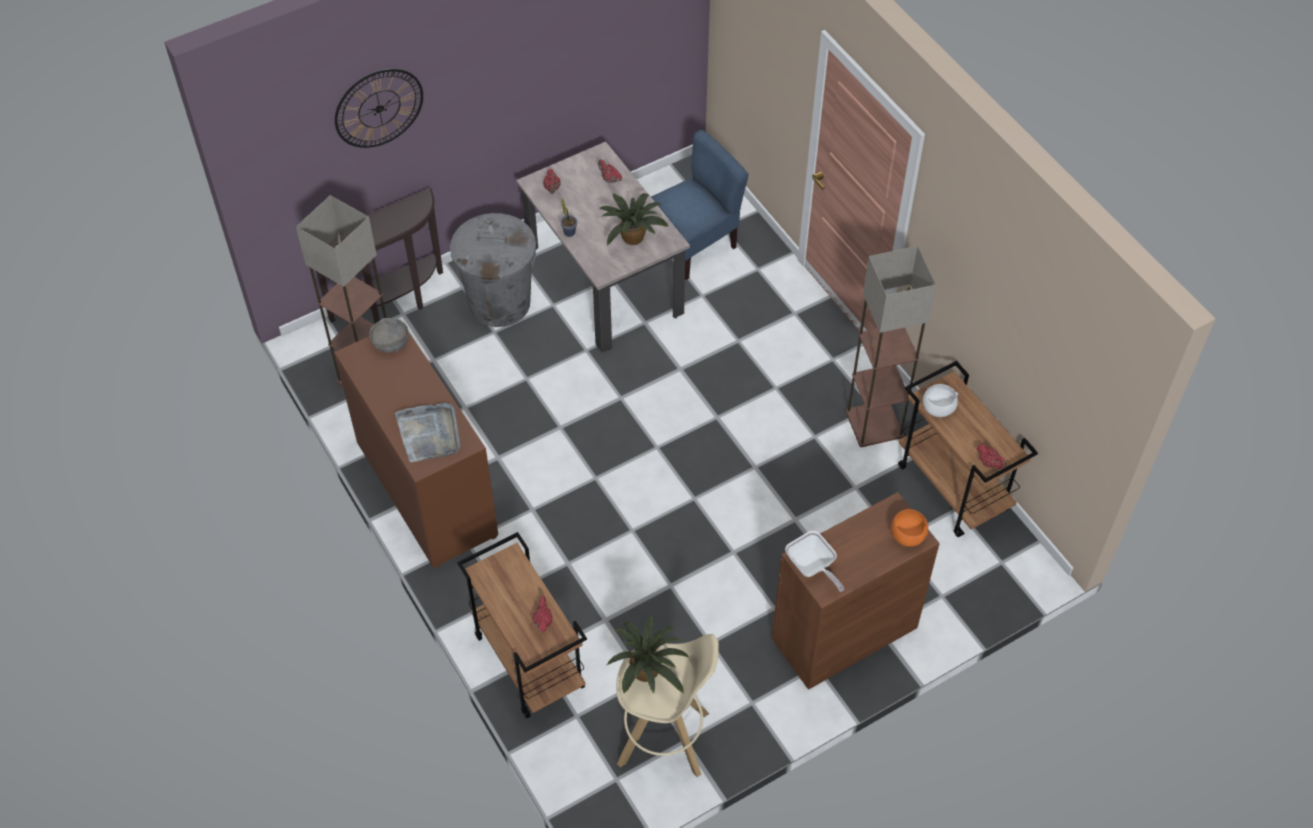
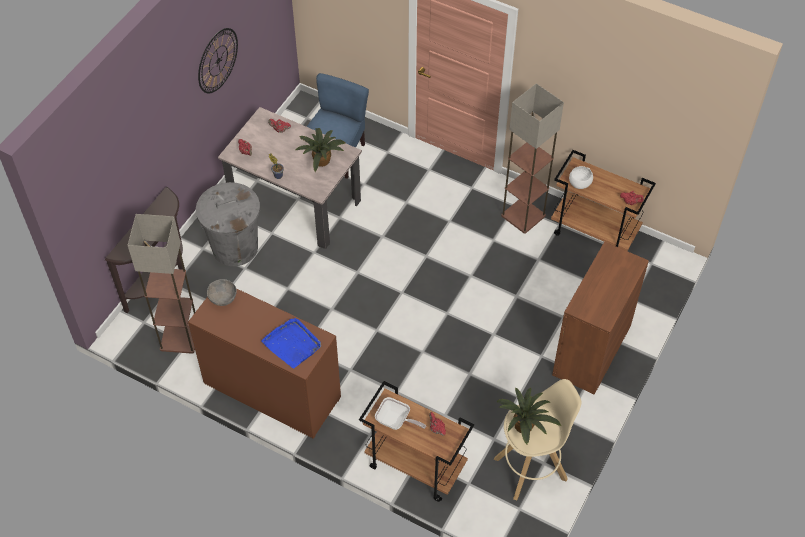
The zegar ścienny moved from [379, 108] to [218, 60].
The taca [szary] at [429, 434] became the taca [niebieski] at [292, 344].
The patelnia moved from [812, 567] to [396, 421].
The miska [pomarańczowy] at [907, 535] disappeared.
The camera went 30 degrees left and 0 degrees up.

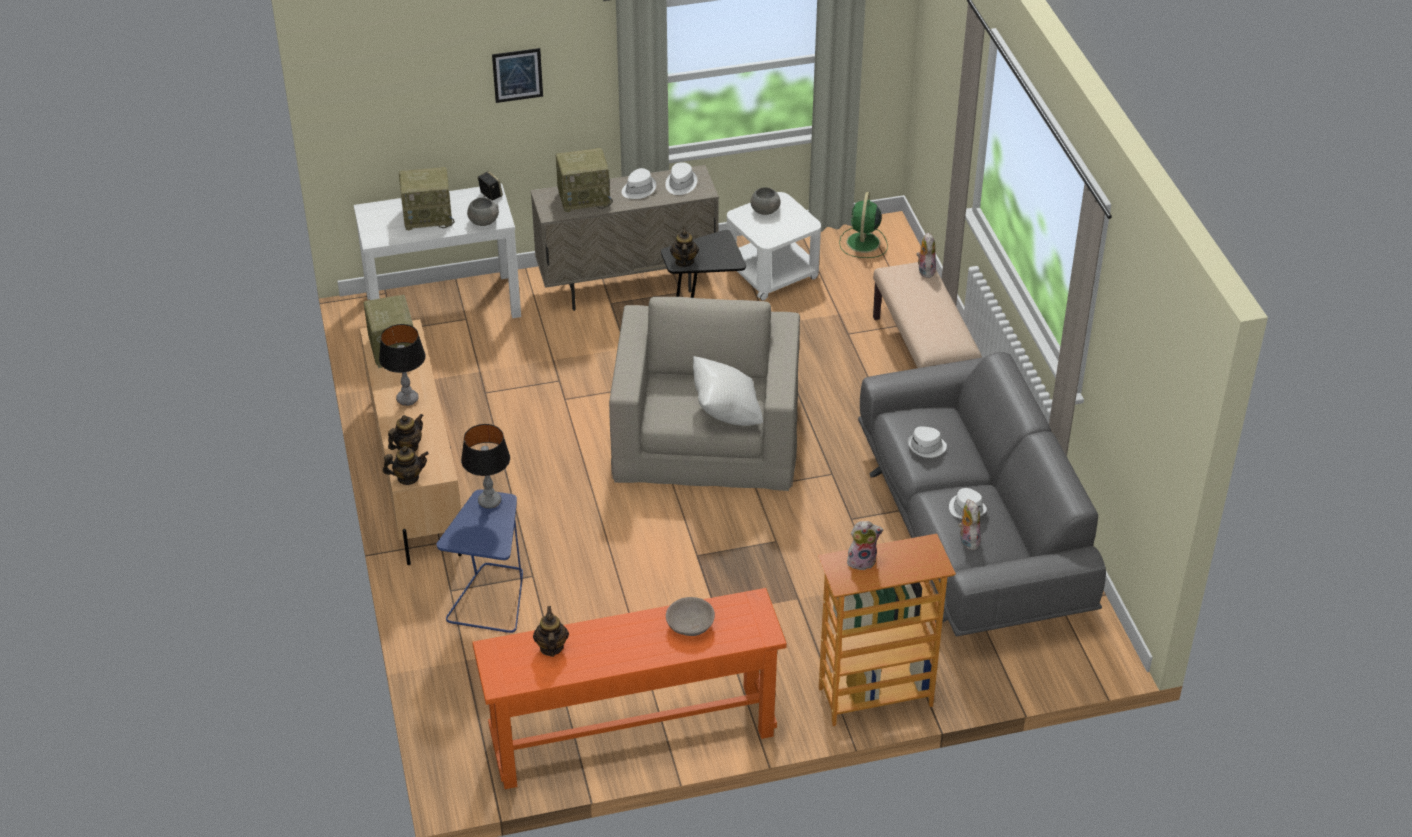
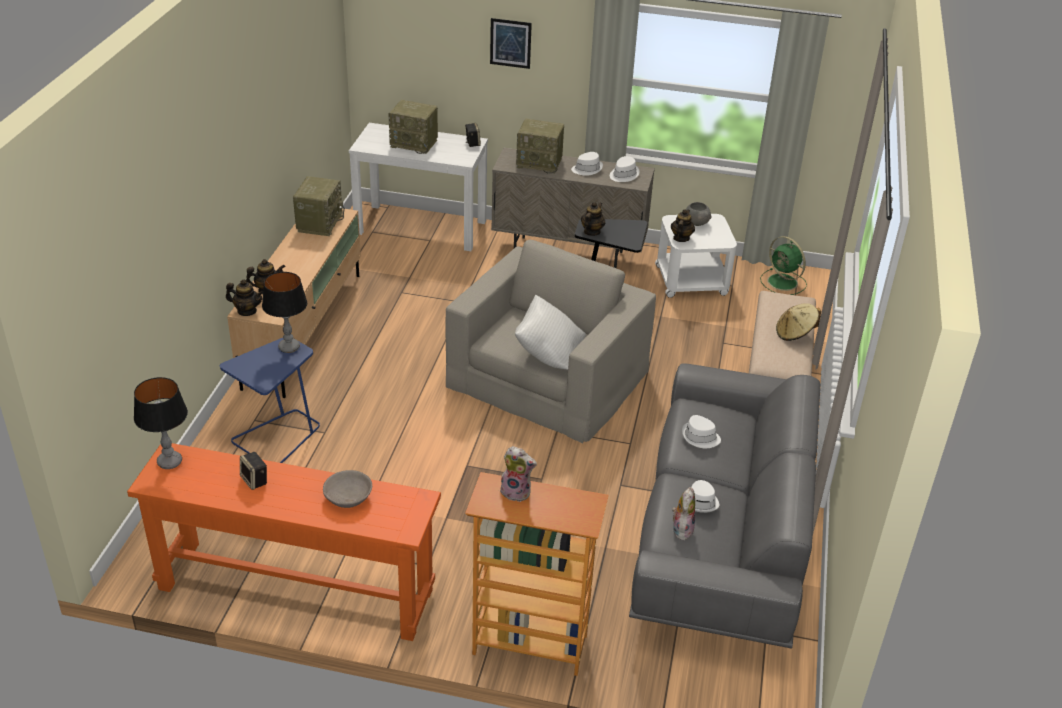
The lampa stołowa moved from [407, 399] to [169, 462].
The miska [szary] at [483, 221] disappeared.
The imbryk moved from [551, 647] to [681, 238].
The wentylator [zielony] at [863, 243] turned 75 degrees counterclockwise.
The pluszak at [925, 270] disappeared.
The głośnik at [255, 480] appeared.
The kapelusz [beżowy] at [795, 333] appeared.
The camera went 25 degrees right and 5 degrees down.

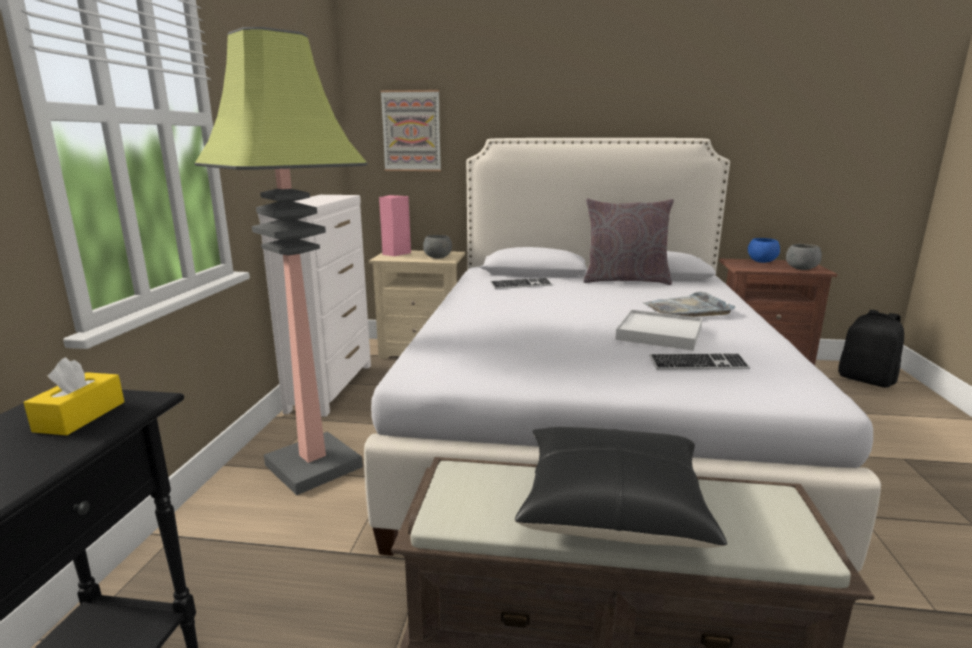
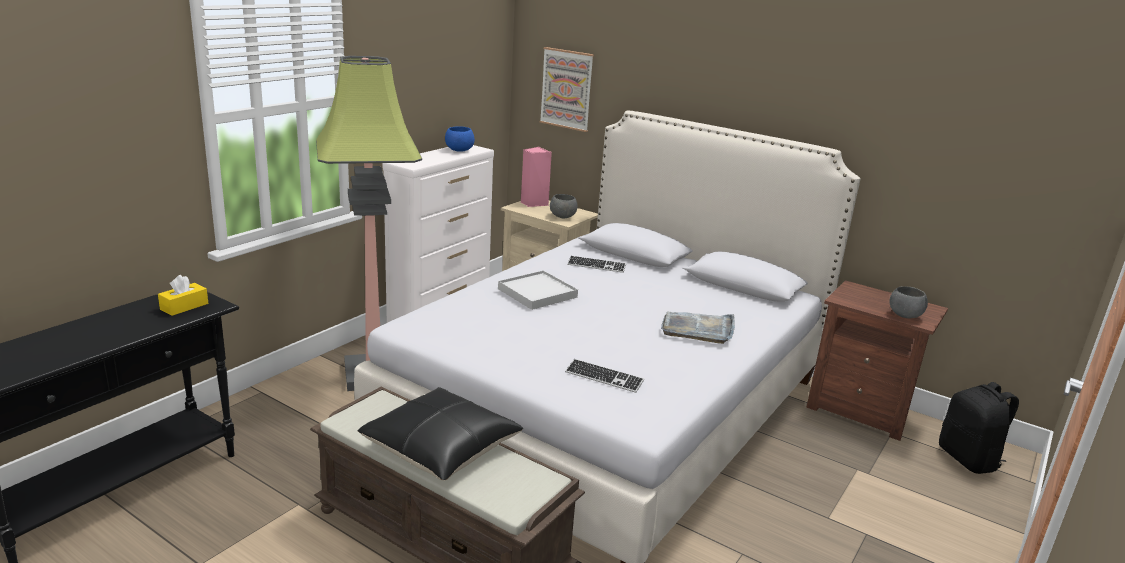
The poduszka [szary] at [625, 280] disappeared.
The taca [biały] moved from [659, 333] to [537, 293].
The miska [niebieski] moved from [761, 262] to [459, 150].
The camera went 25 degrees right and 5 degrees up.

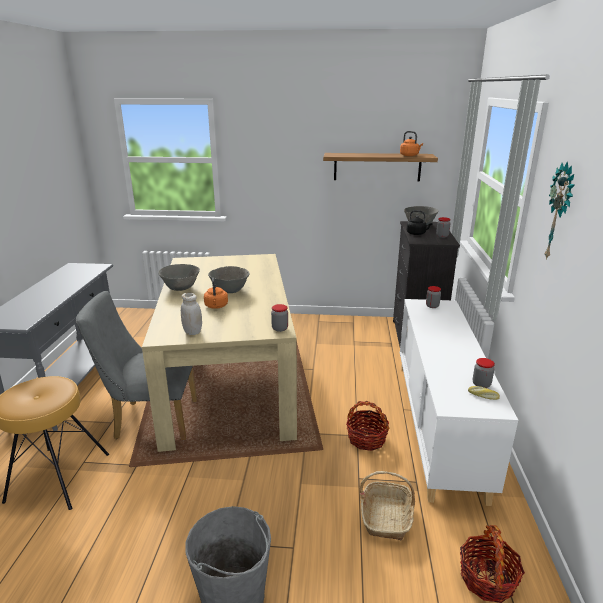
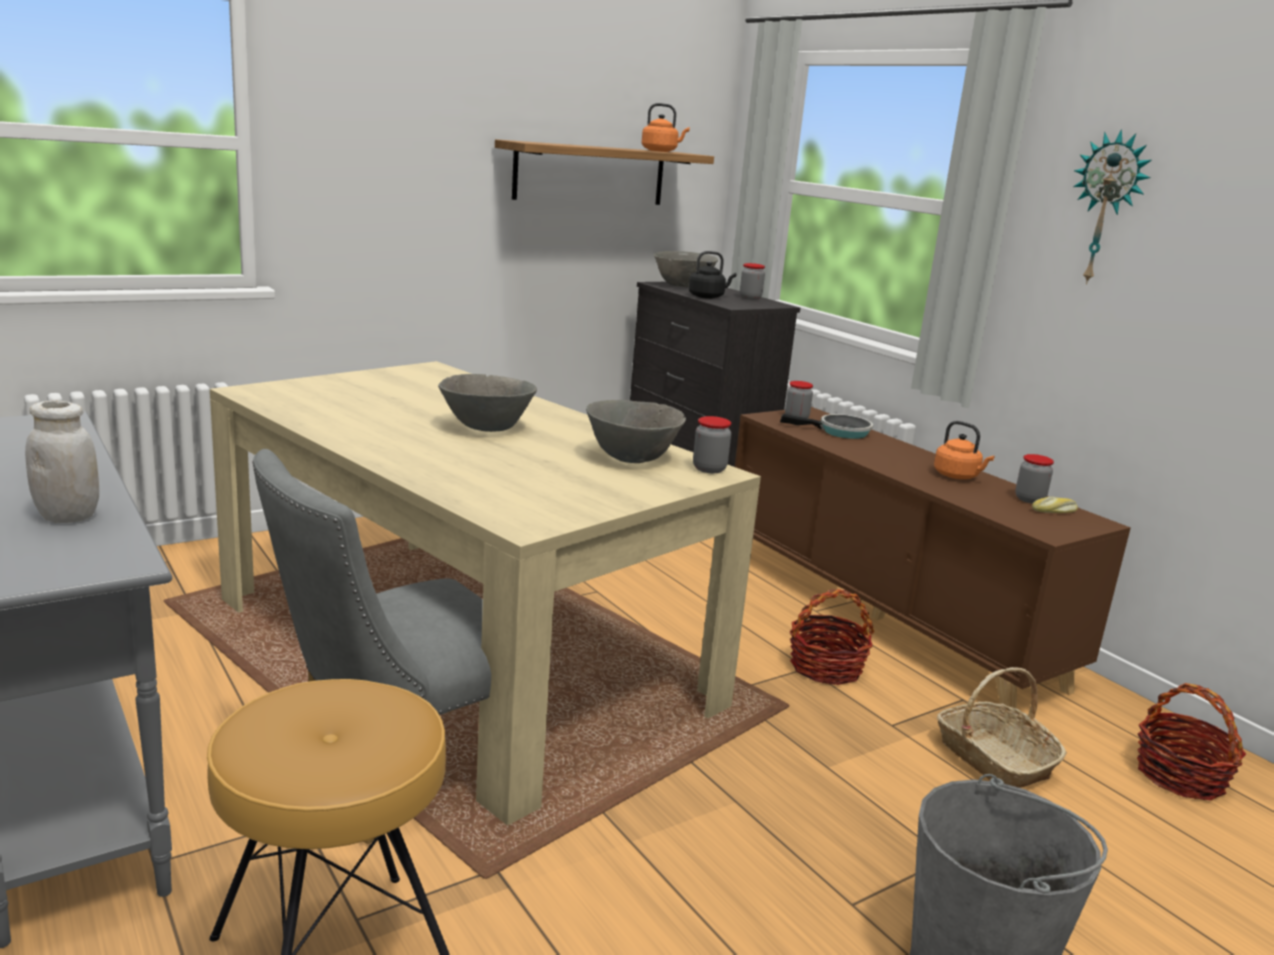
The miska [szary] moved from [181, 288] to [631, 458].
The słoik [biały] moved from [192, 332] to [68, 516].
The czajnik [pomarańczowy] moved from [216, 306] to [958, 476].
The szafka [biały] at [438, 424] became the szafka [brązowy] at [885, 616].
The patelnia at [840, 432] appeared.
The camera went 40 degrees left and 5 degrees down.

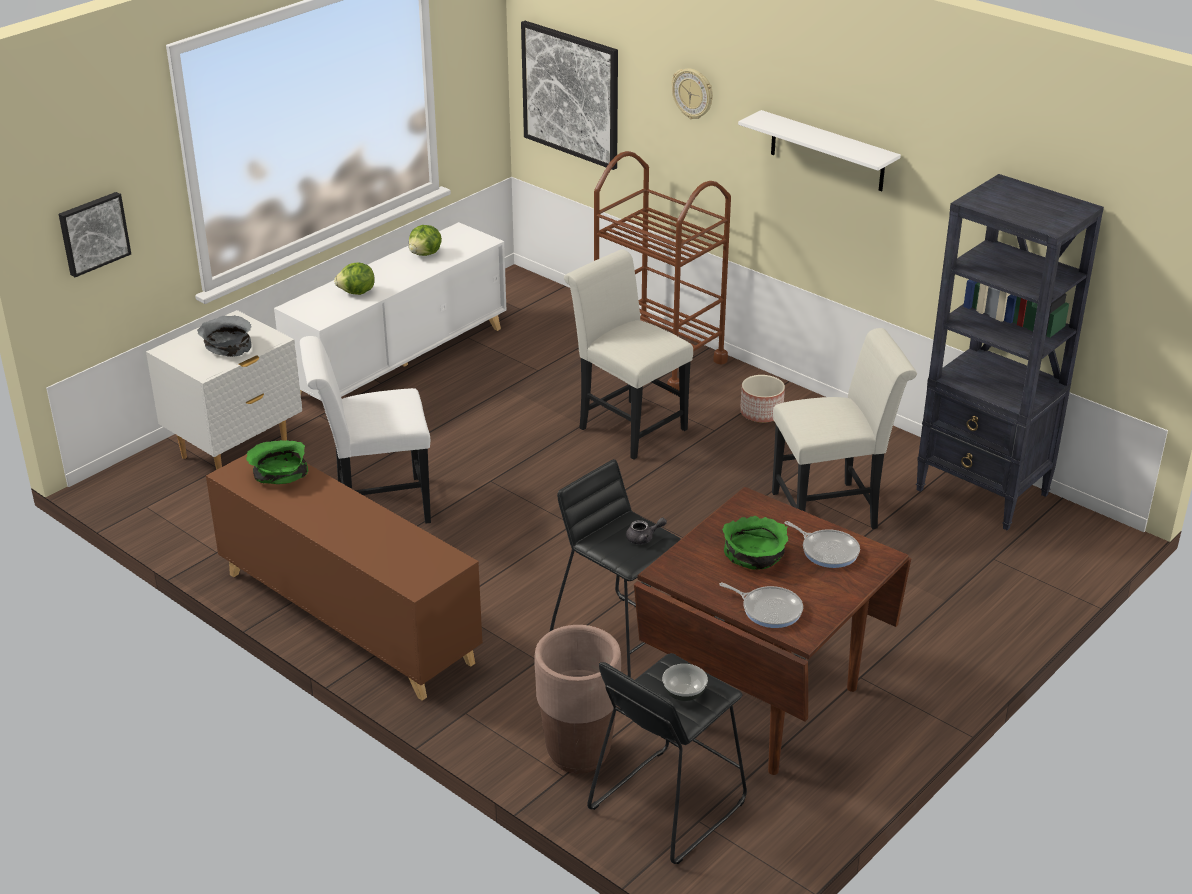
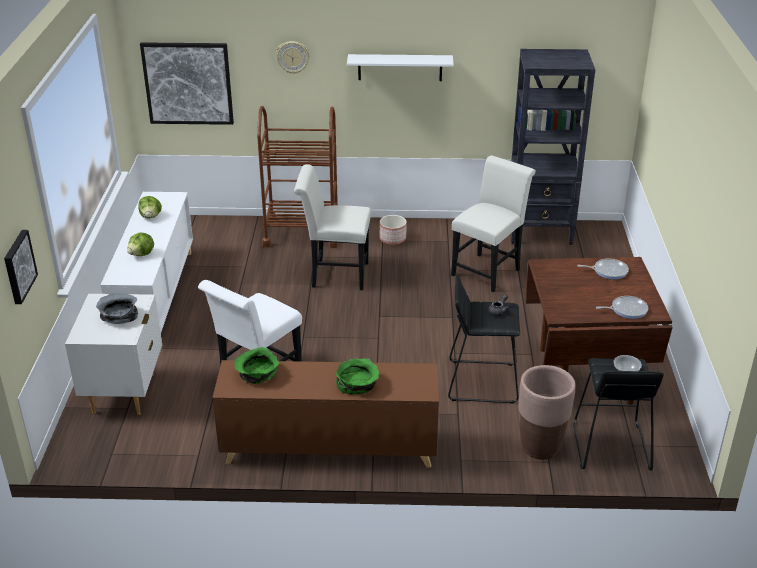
The miska [zielony] moved from [755, 556] to [357, 385].
The camera went 40 degrees left and 0 degrees up.

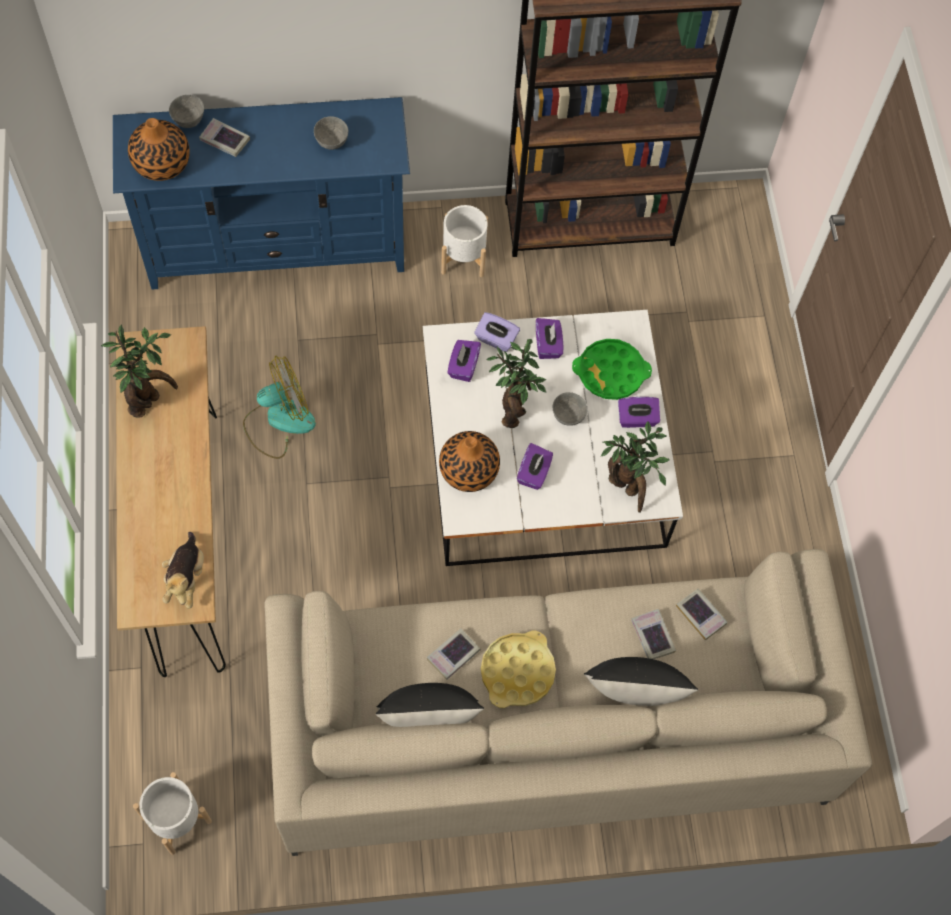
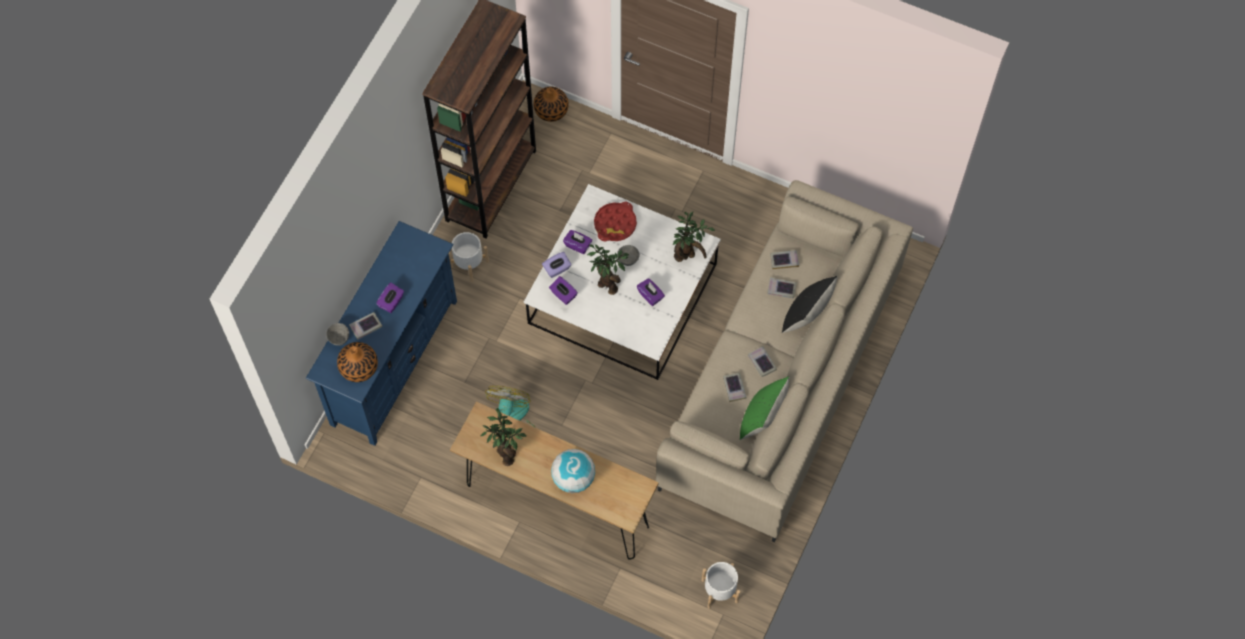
The pluszak at [186, 578] disappeared.
The miska [szary] at [332, 143] disappeared.
The poduszka [czarny] at [428, 720] became the poduszka [zielony] at [762, 419].
The wazon moved from [469, 470] to [551, 110].
The taca [żółty] at [517, 672] was replaced by the książka at [762, 363].
The taca [zielony] at [611, 373] became the taca [czerwony] at [615, 224].
The pudełko chusteczek [fioletowy] moved from [637, 419] to [391, 302].
The globus at [573, 478] appeared.
The camera went 55 degrees left and 0 degrees up.

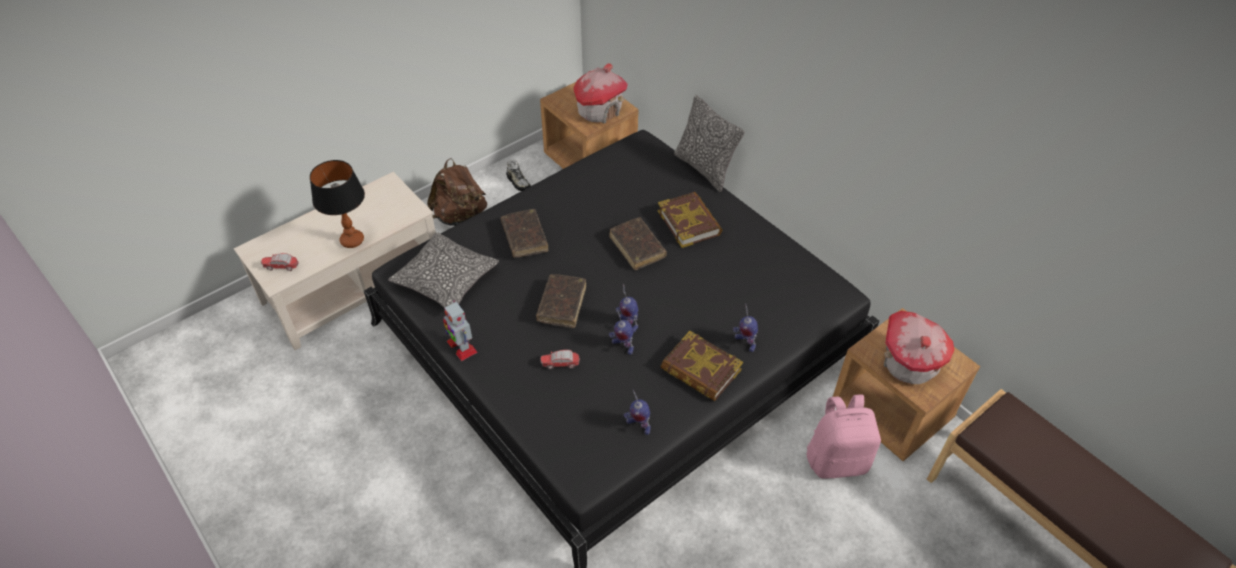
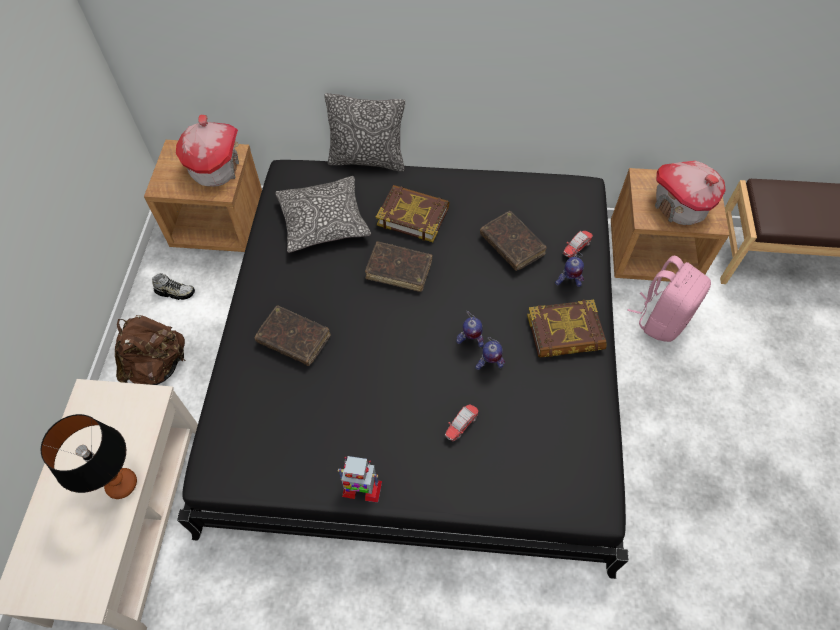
The samochodzik moved from [281, 267] to [576, 248].
The poduszka moved from [446, 279] to [323, 221].
The książka [brązowy] moved from [562, 305] to [512, 245].
The robot zabawkowy at [638, 425] disappeared.
The camera went 45 degrees left and 10 degrees up.

